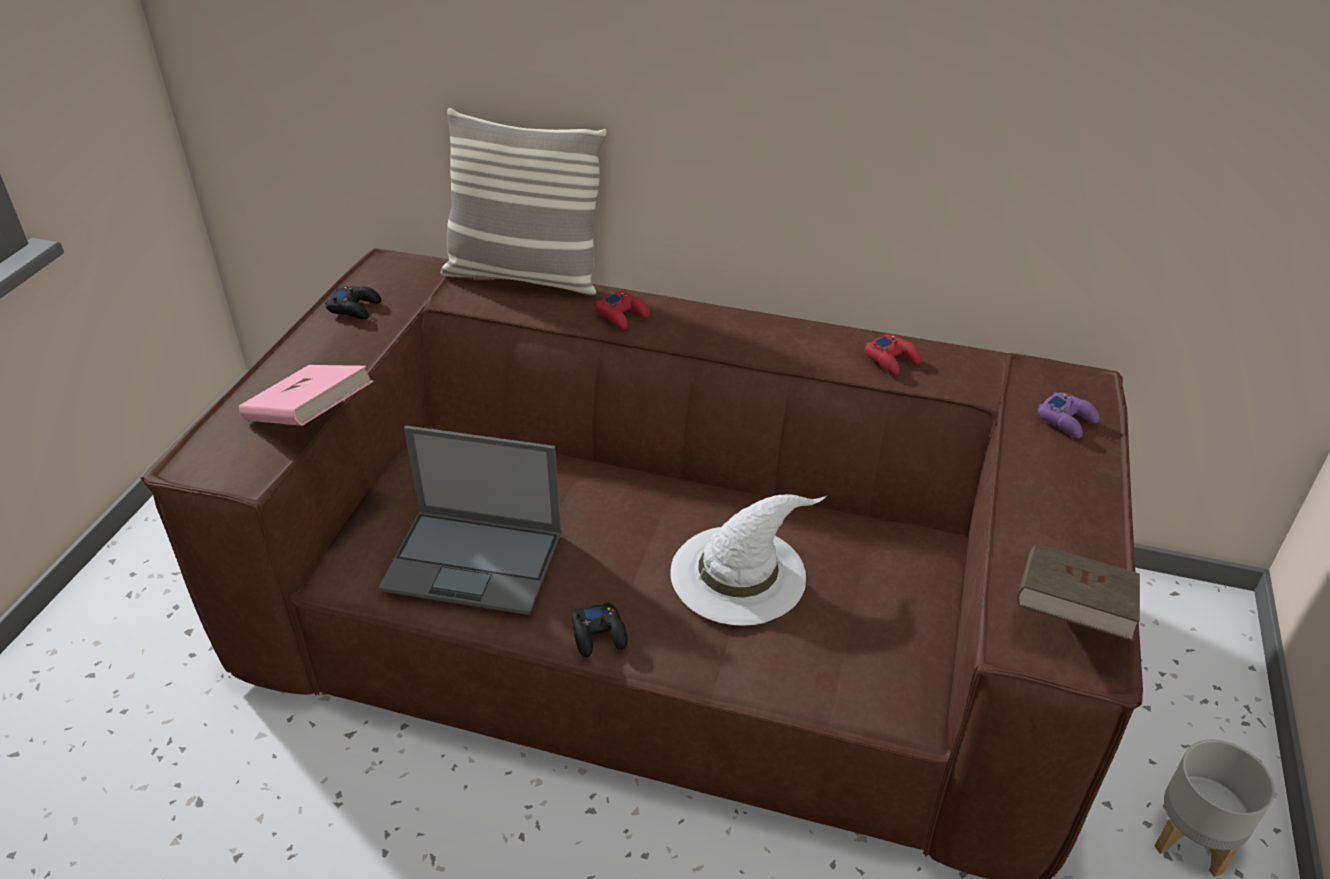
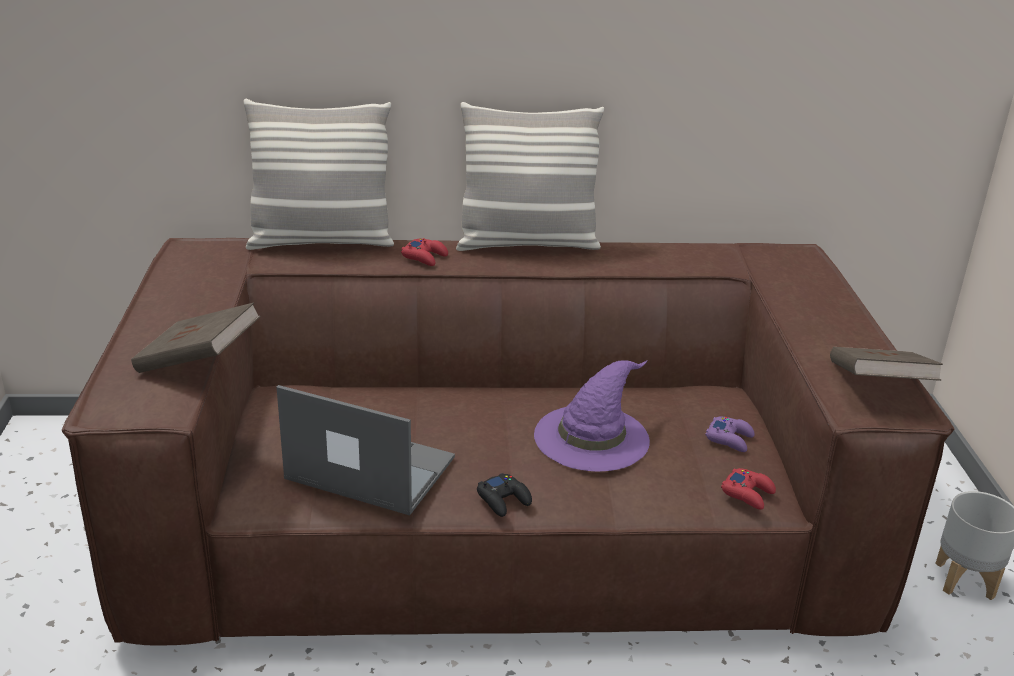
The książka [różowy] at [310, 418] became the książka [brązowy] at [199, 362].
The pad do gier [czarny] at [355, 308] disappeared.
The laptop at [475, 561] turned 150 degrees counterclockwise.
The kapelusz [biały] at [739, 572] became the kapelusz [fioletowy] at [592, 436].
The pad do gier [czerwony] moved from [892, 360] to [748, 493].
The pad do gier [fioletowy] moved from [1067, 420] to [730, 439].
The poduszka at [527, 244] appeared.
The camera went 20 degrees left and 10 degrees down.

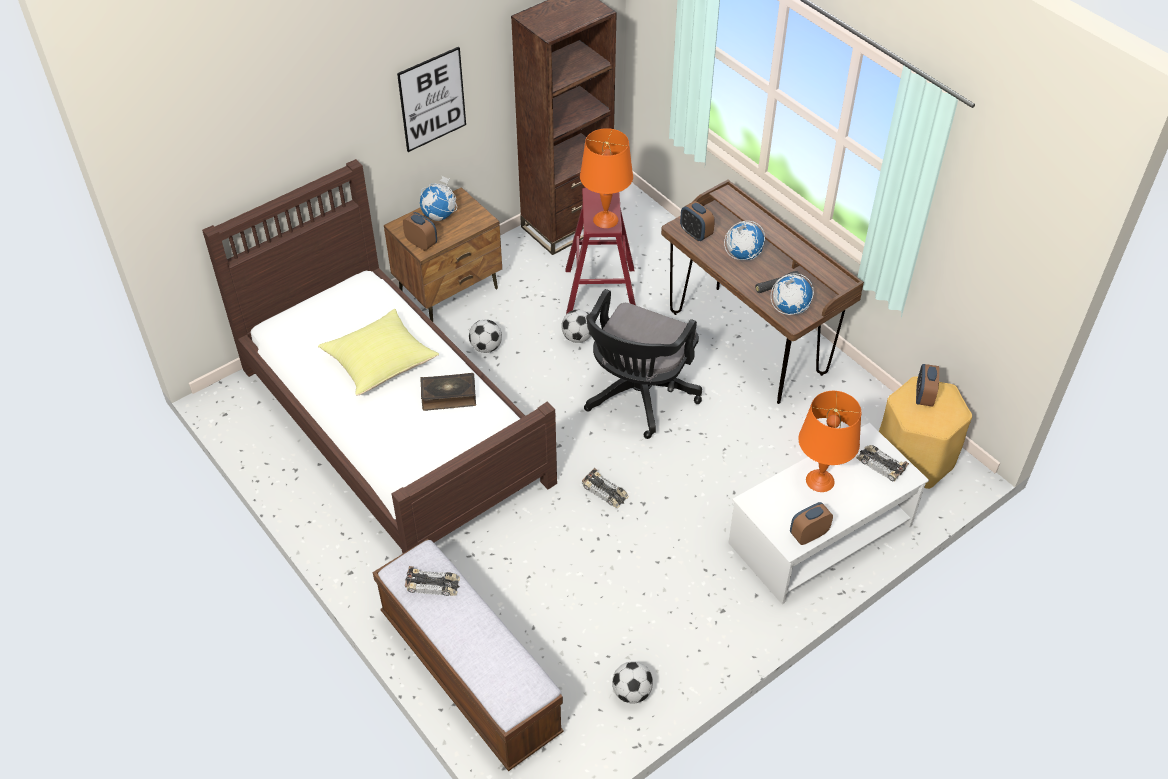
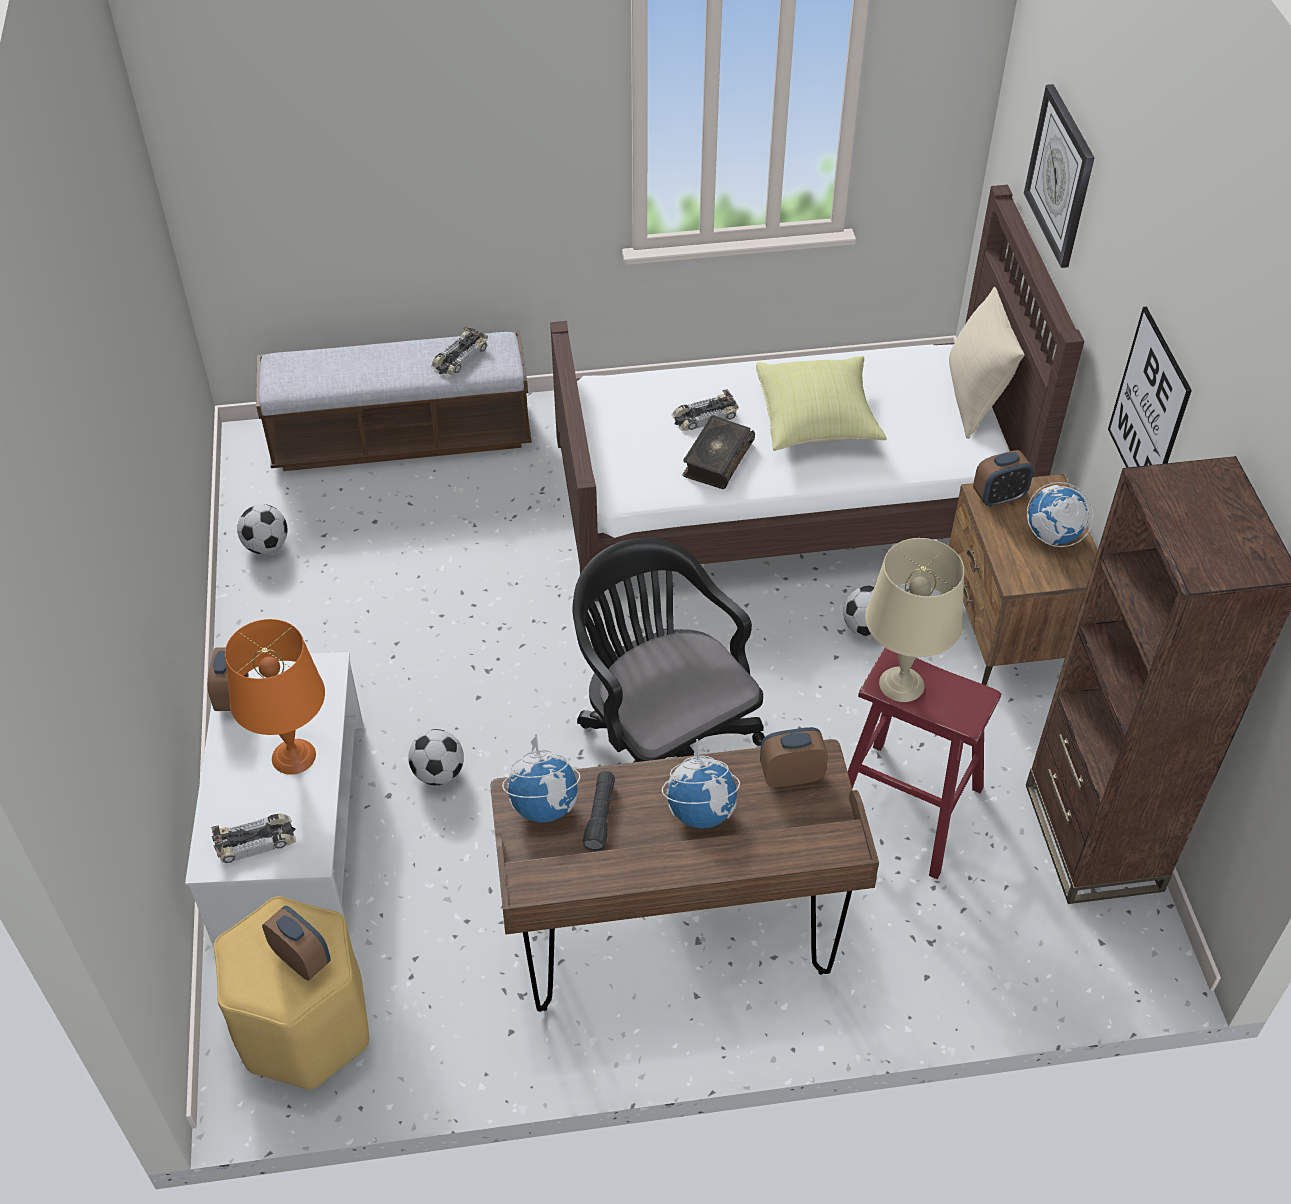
The piłka futbolowa moved from [577, 337] to [439, 773].
The lampa stołowa [pomarańczowy] at [606, 220] became the lampa stołowa [beżowy] at [901, 684].
The samochodzik moved from [605, 492] to [704, 417].
The poduszka [beżowy] at [976, 396] appeared.
The zegar ścienny at [1061, 176] appeared.
The camera went 120 degrees right and 0 degrees up.

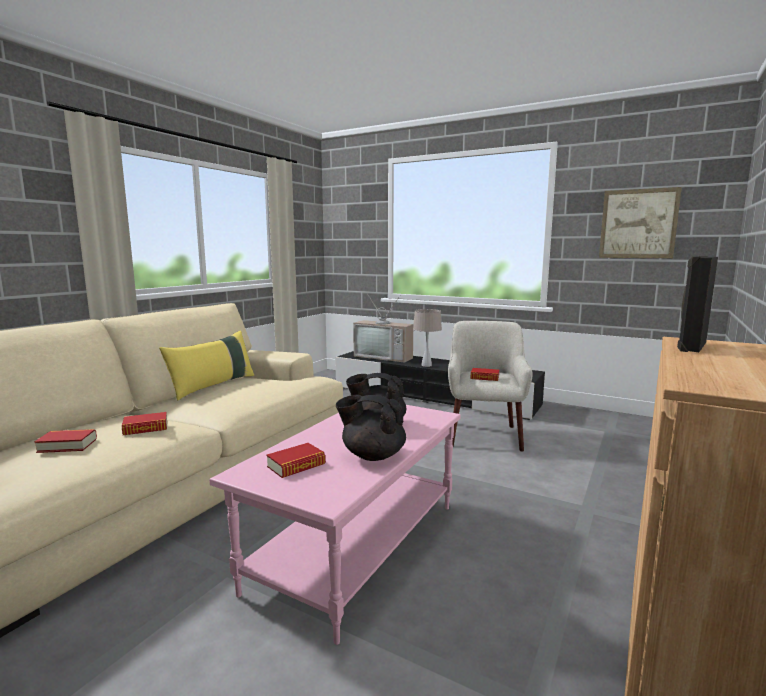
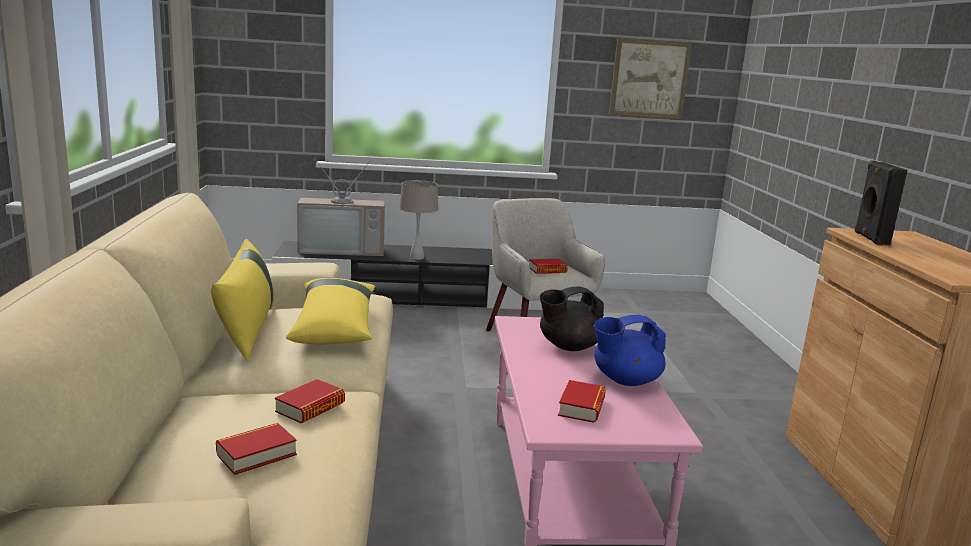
The imbryk [czarny] at [372, 455] became the imbryk [niebieski] at [625, 380].
The poduszka [żółty] at [335, 324] appeared.
The camera went 35 degrees left and 5 degrees up.

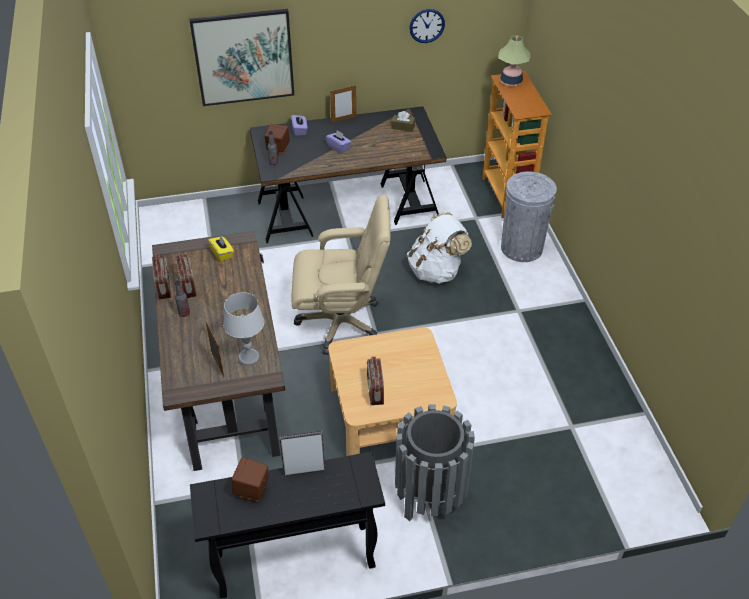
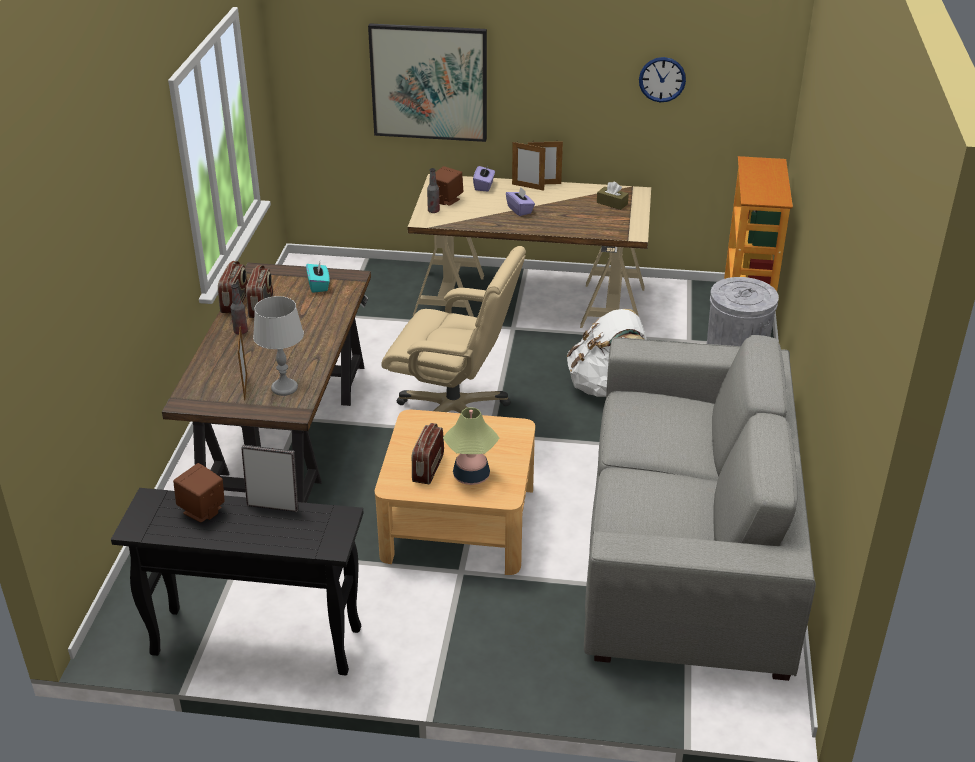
The pudełko chusteczek [żółty] at [222, 254] became the pudełko chusteczek [turkusowy] at [319, 285].
The biurko [czarny] at [348, 208] became the biurko [beżowy] at [530, 300].
The kosz na śmieci [szary] at [430, 495] disappeared.
The lampa stołowa moved from [511, 81] to [471, 475].
The ramka na zdjęcie at [528, 187] appeared.
The kanapa [szary] at [688, 543] appeared.
The camera went 20 degrees right and 10 degrees down.

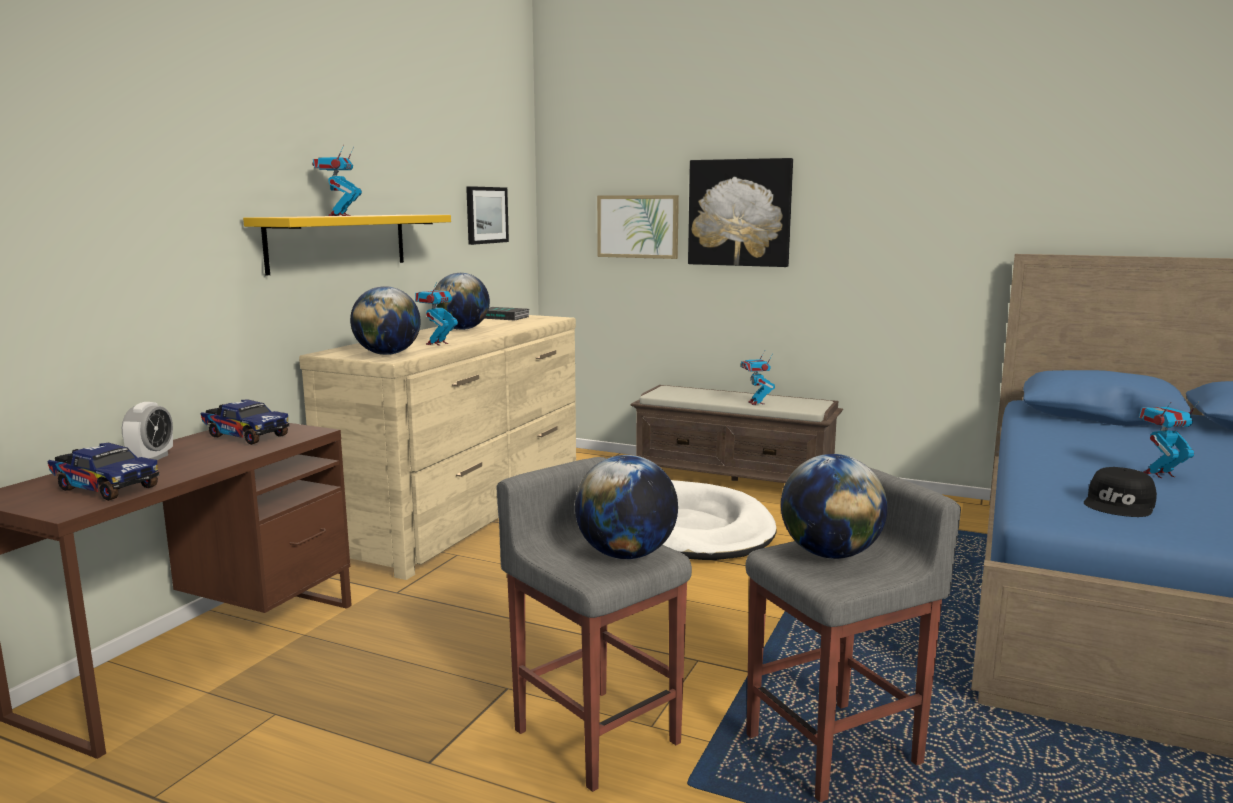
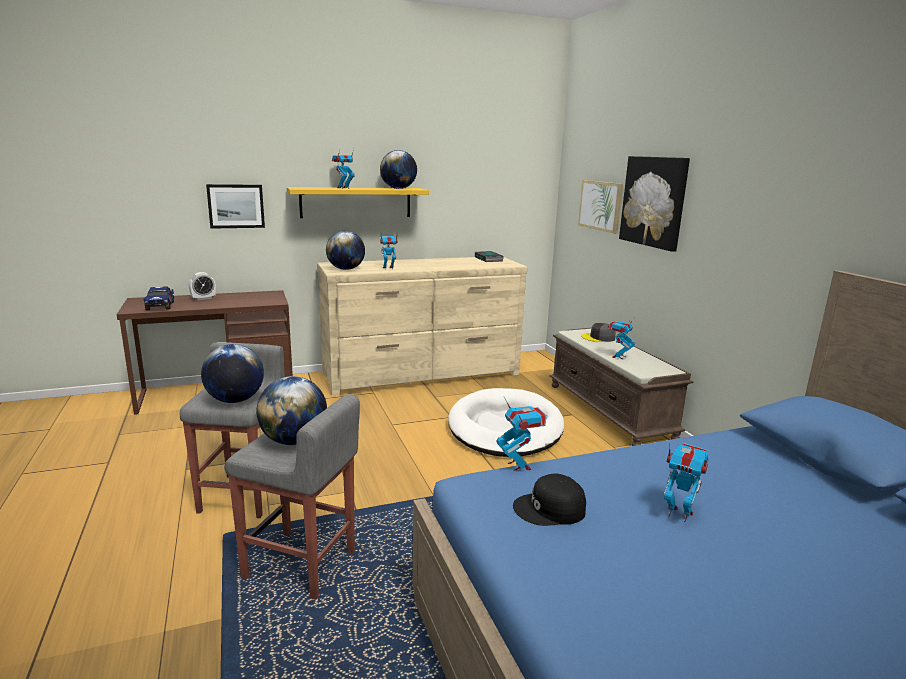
The ciężarówka zabawkowa at [245, 436] disappeared.
The globus moved from [462, 329] to [398, 188].
The obraz moved from [486, 215] to [236, 206].
The robot zabawkowy at [519, 465] appeared.
The czapka z daszkiem [szary] at [598, 338] appeared.
The camera went 45 degrees right and 5 degrees up.

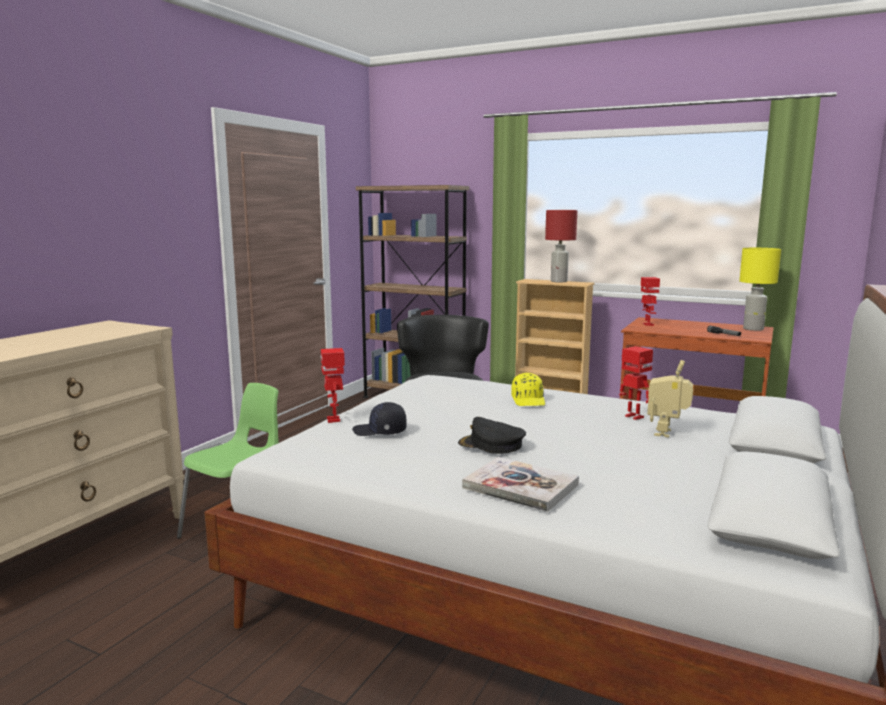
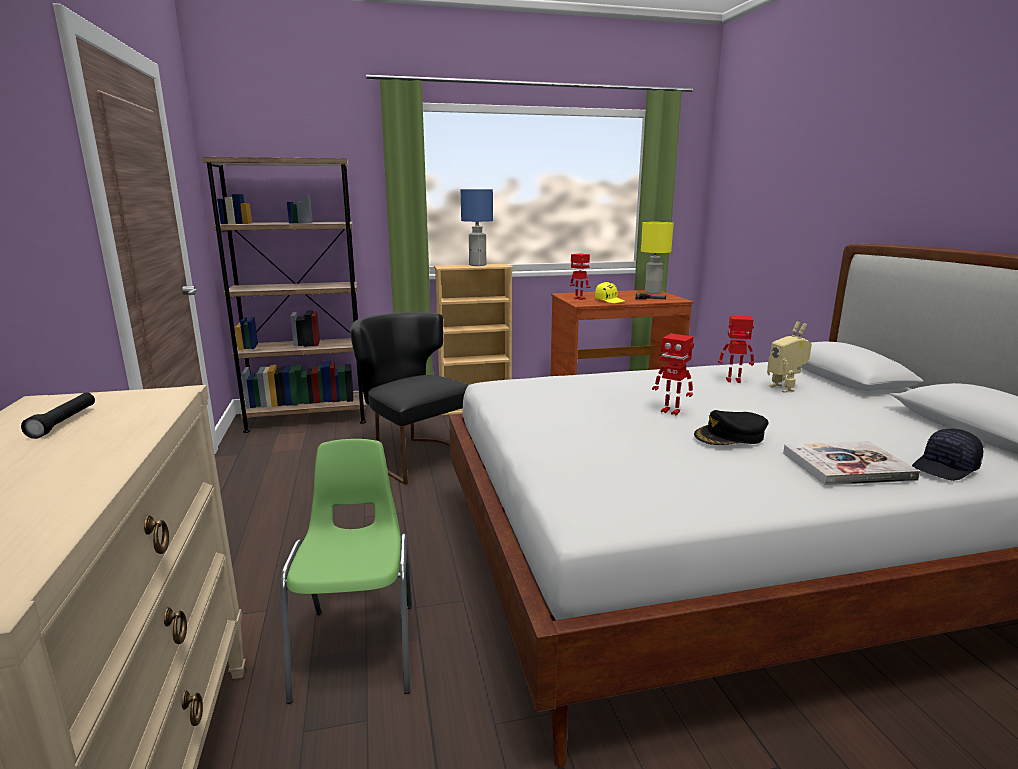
The robot zabawkowy moved from [334, 420] to [671, 411].
The czapka z daszkiem [czarny] moved from [380, 431] to [946, 468].
The czapka z daszkiem [żółty] moved from [529, 400] to [610, 300].
The lampa stołowa [czerwony] at [559, 281] became the lampa stołowa [niebieski] at [478, 265].
The latarka [czarny] at [64, 422] appeared.
The camera went 40 degrees left and 5 degrees up.

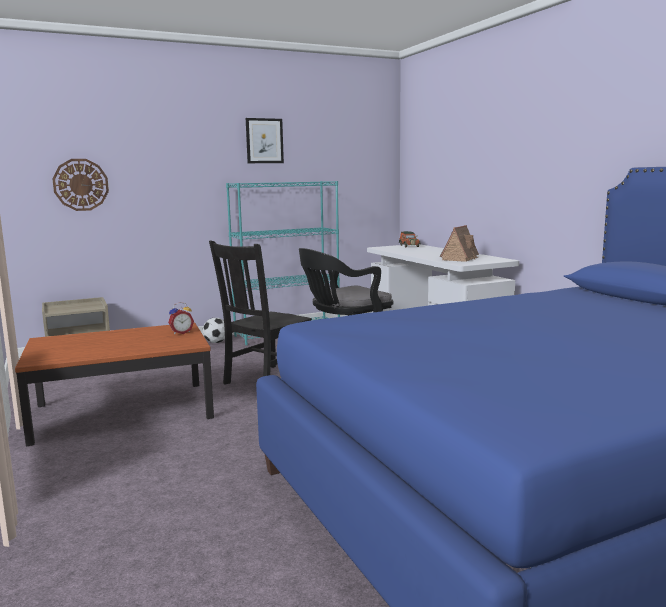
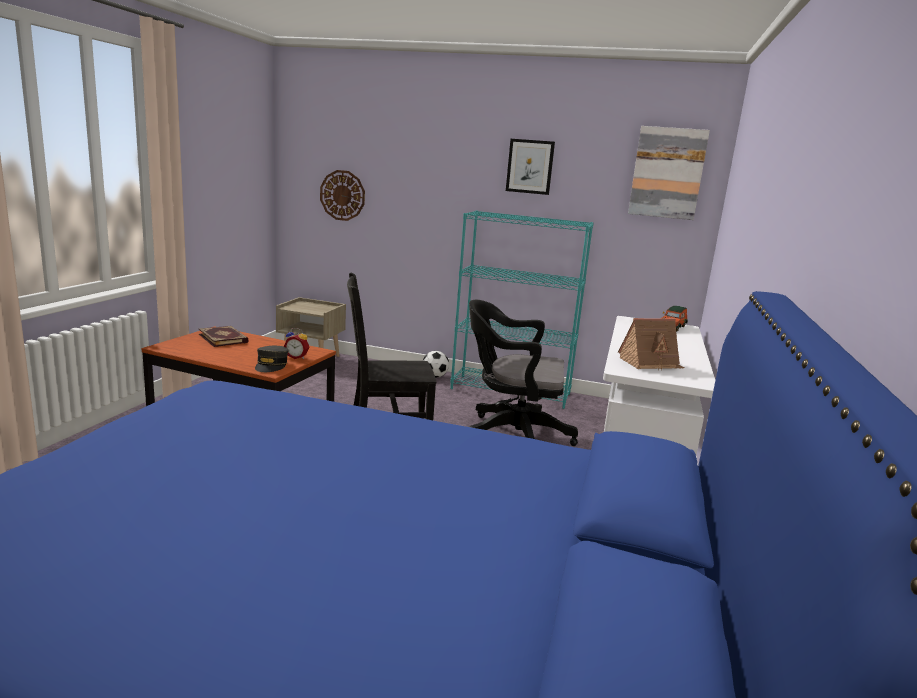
The książka at [224, 338] appeared.
The czapka z daszkiem [szary] at [271, 365] appeared.
The obraz at [667, 173] appeared.
The camera went 40 degrees right and 5 degrees up.

